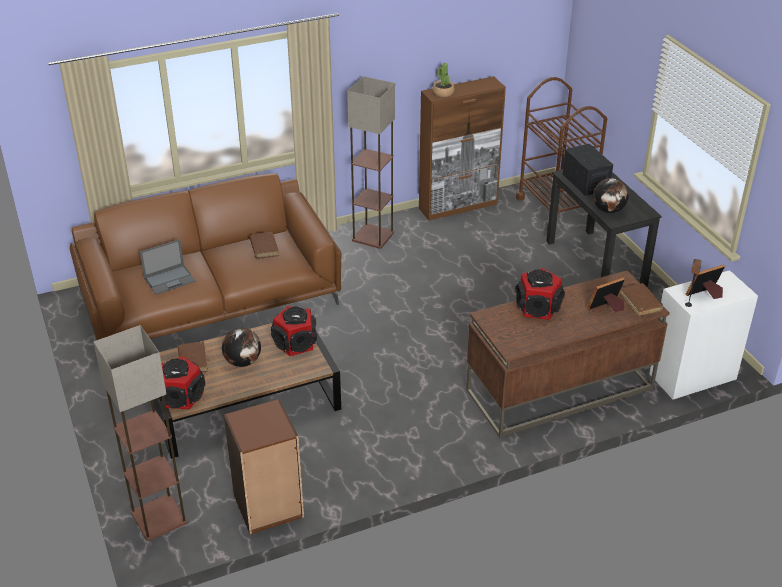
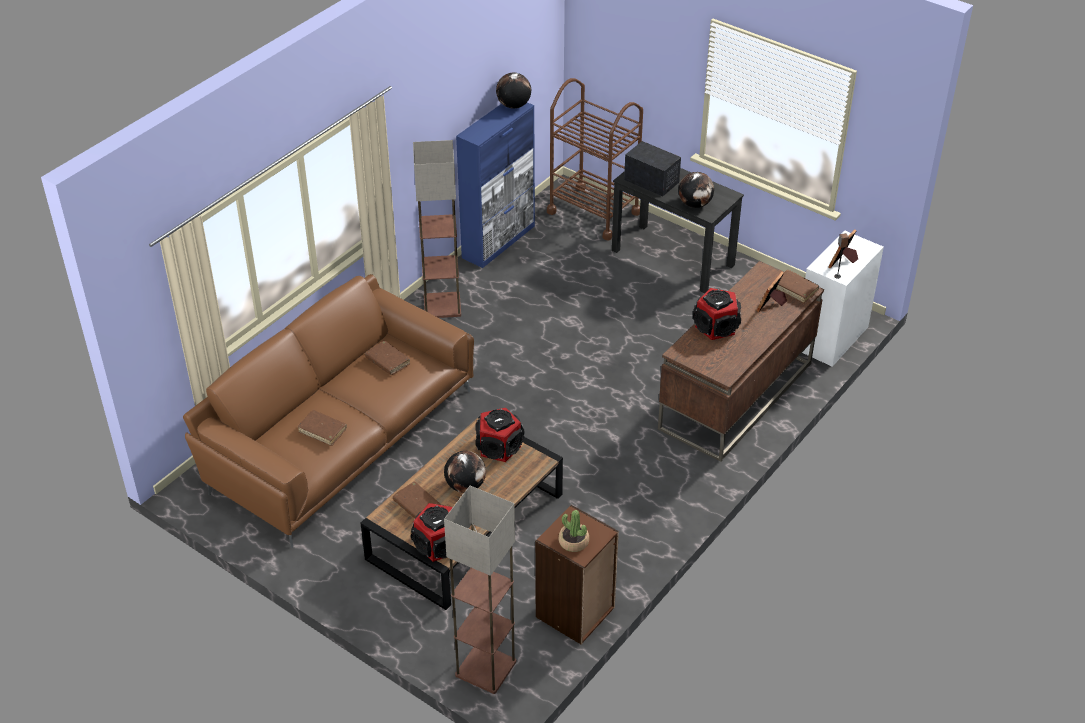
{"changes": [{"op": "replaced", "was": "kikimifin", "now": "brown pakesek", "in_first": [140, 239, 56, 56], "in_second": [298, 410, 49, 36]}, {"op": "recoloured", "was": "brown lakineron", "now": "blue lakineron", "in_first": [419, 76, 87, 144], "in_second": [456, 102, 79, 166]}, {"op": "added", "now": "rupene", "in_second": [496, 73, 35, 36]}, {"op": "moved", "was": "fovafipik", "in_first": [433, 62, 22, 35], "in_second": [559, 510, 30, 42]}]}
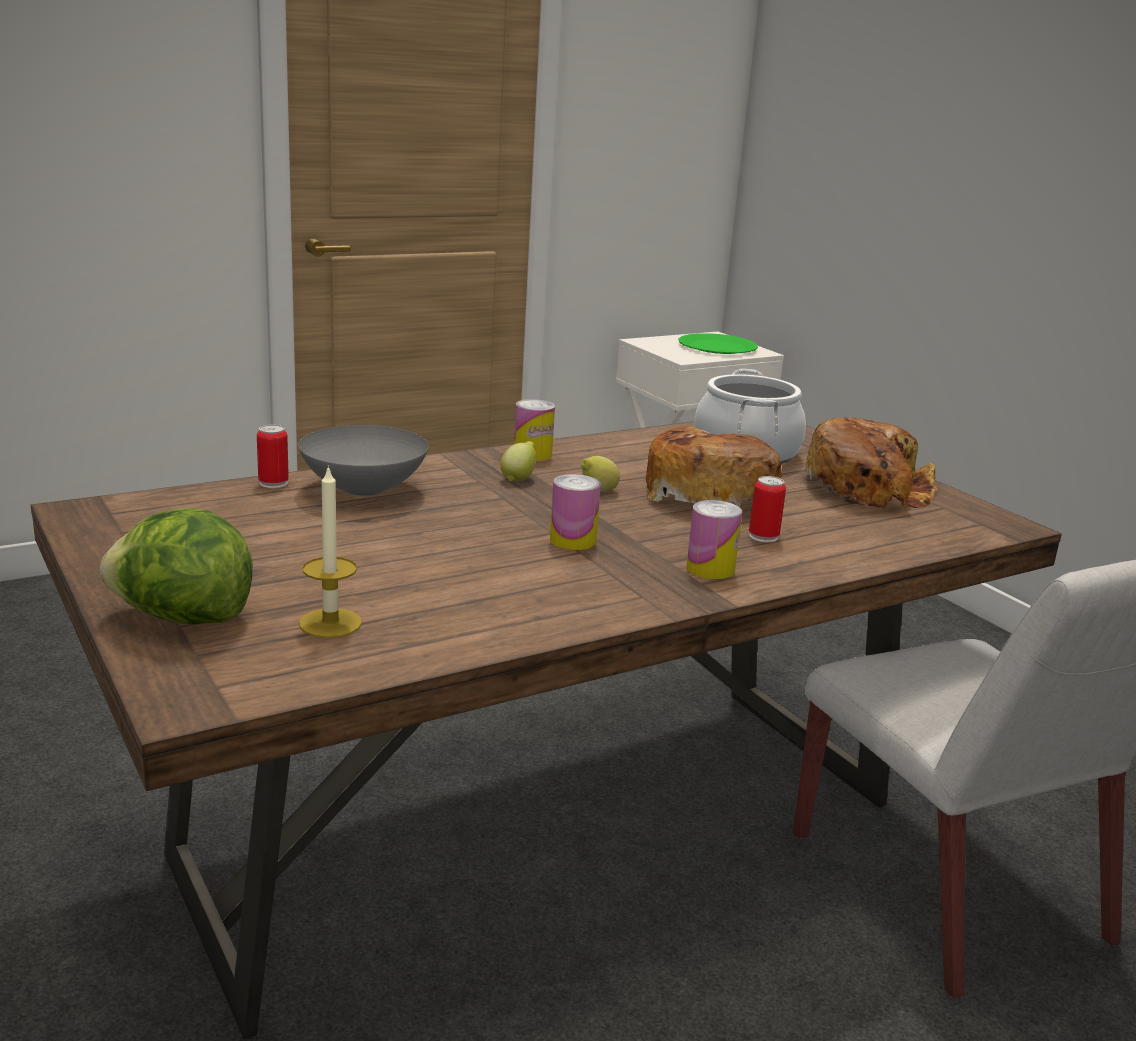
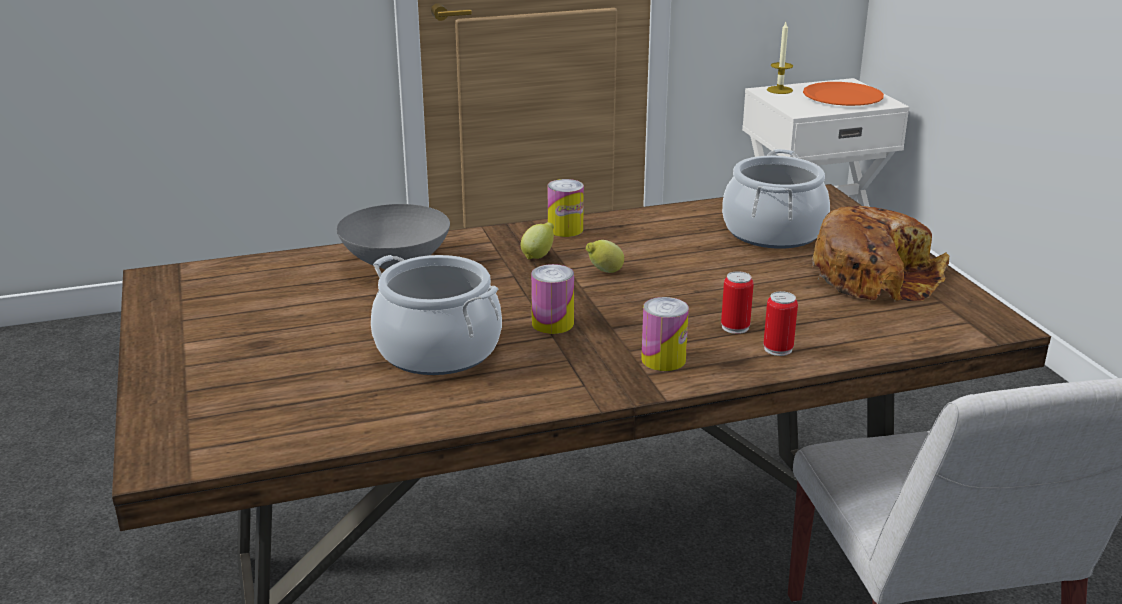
{"changes": [{"op": "added", "now": "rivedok", "in_second": [371, 255, 131, 120]}, {"op": "moved", "was": "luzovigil", "in_first": [257, 425, 32, 63], "in_second": [763, 291, 35, 65]}, {"op": "moved", "was": "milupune", "in_first": [299, 465, 63, 173], "in_second": [767, 22, 26, 72]}, {"op": "recoloured", "was": "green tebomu", "now": "orange tebomu", "in_first": [678, 333, 80, 21], "in_second": [803, 82, 81, 24]}, {"op": "removed", "was": "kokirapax", "in_first": [100, 508, 153, 116]}, {"op": "removed", "was": "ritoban", "in_first": [646, 426, 136, 80]}]}
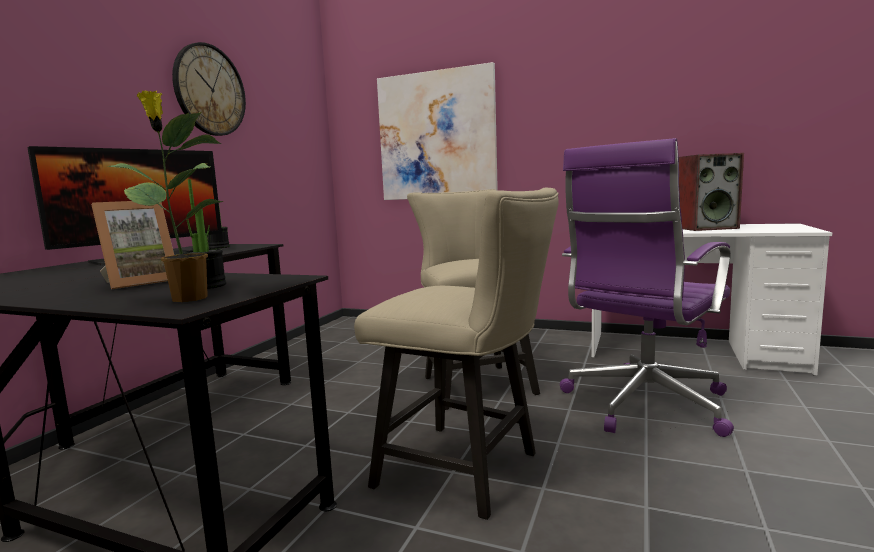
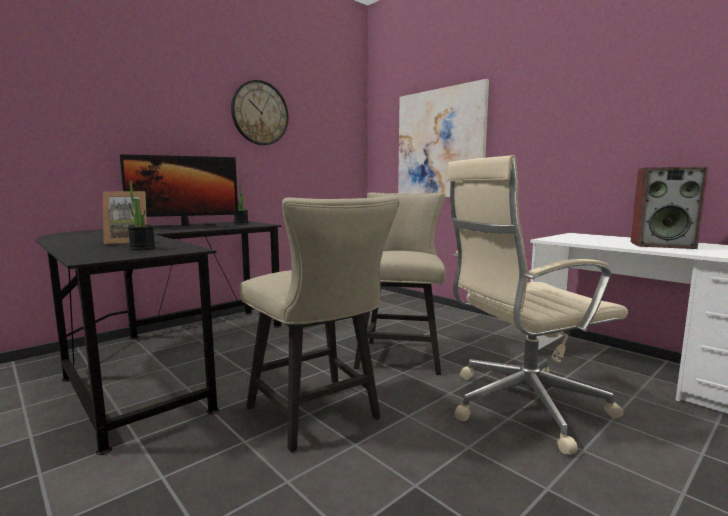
{"changes": [{"op": "recoloured", "was": "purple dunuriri", "now": "beige dunuriri", "in_first": [560, 138, 174, 299], "in_second": [446, 155, 182, 300]}, {"op": "removed", "was": "fovafipik", "in_first": [108, 90, 116, 212]}]}
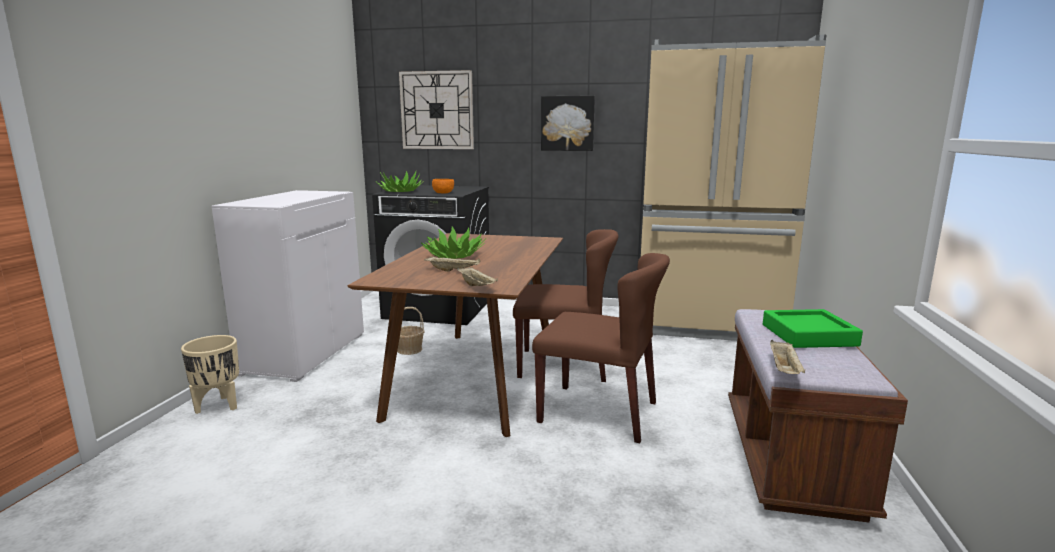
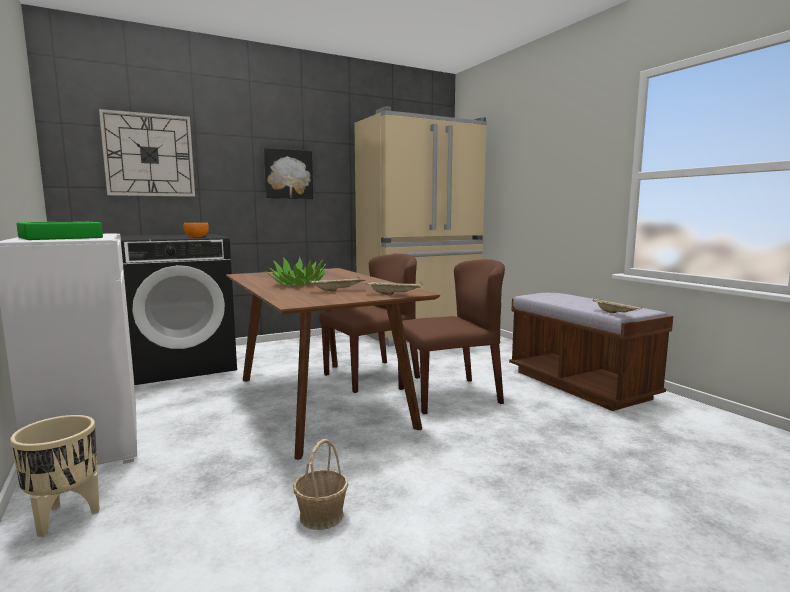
{"changes": [{"op": "moved", "was": "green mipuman", "in_first": [763, 309, 100, 39], "in_second": [16, 221, 87, 19]}, {"op": "moved", "was": "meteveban", "in_first": [397, 307, 28, 48], "in_second": [293, 439, 55, 91]}, {"op": "removed", "was": "fovafipik", "in_first": [375, 171, 49, 21]}]}
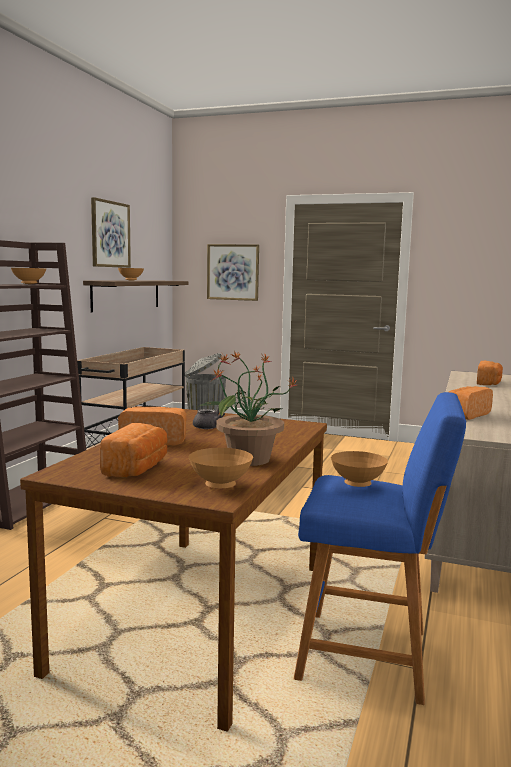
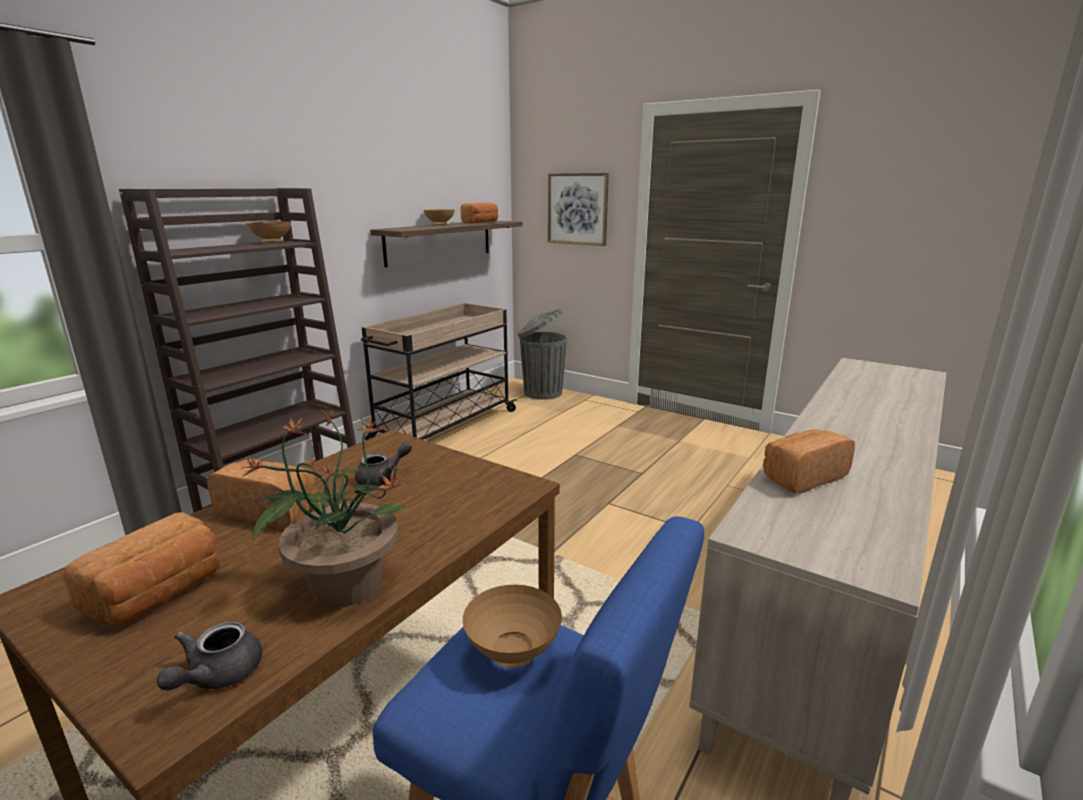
{"changes": [{"op": "replaced", "was": "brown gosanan", "now": "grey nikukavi", "in_first": [189, 448, 64, 40], "in_second": [157, 621, 105, 69]}, {"op": "moved", "was": "ritoban", "in_first": [477, 361, 26, 24], "in_second": [461, 202, 37, 21]}, {"op": "removed", "was": "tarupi", "in_first": [91, 197, 40, 71]}]}
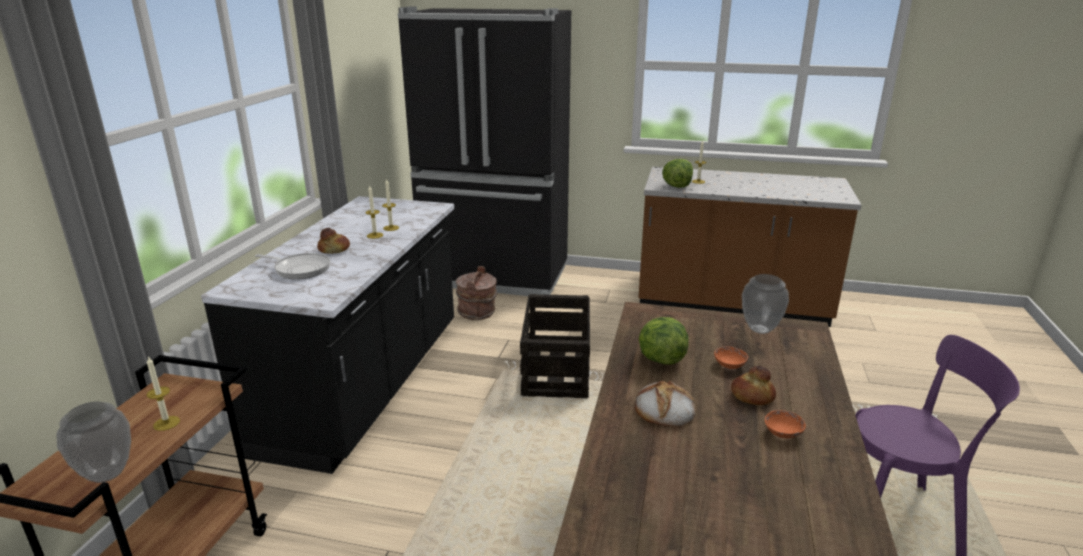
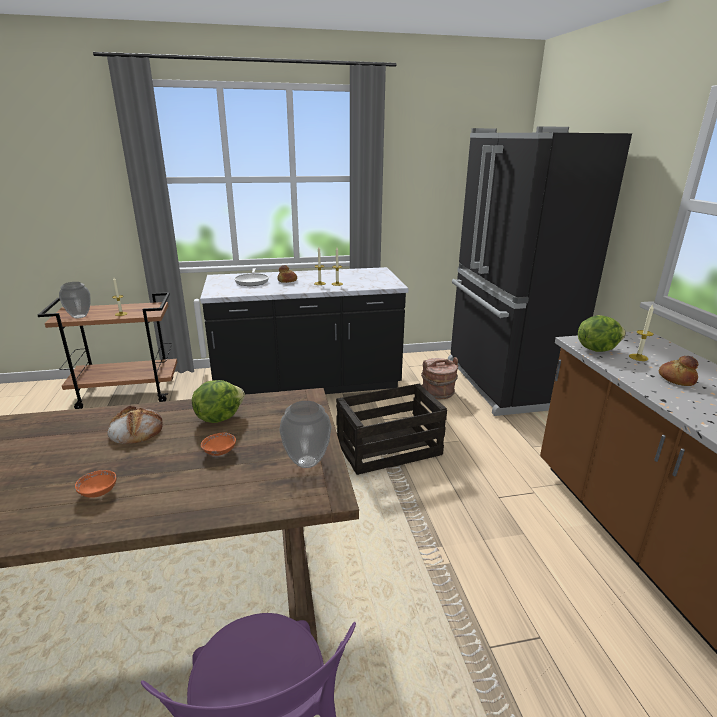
{"changes": [{"op": "moved", "was": "ritoban", "in_first": [731, 366, 45, 39], "in_second": [658, 356, 41, 30]}]}
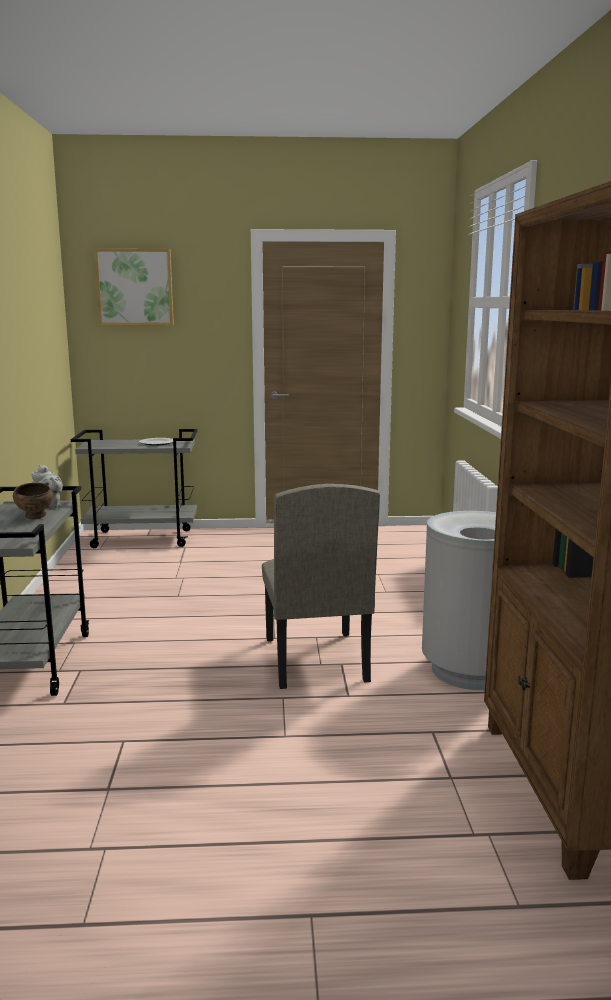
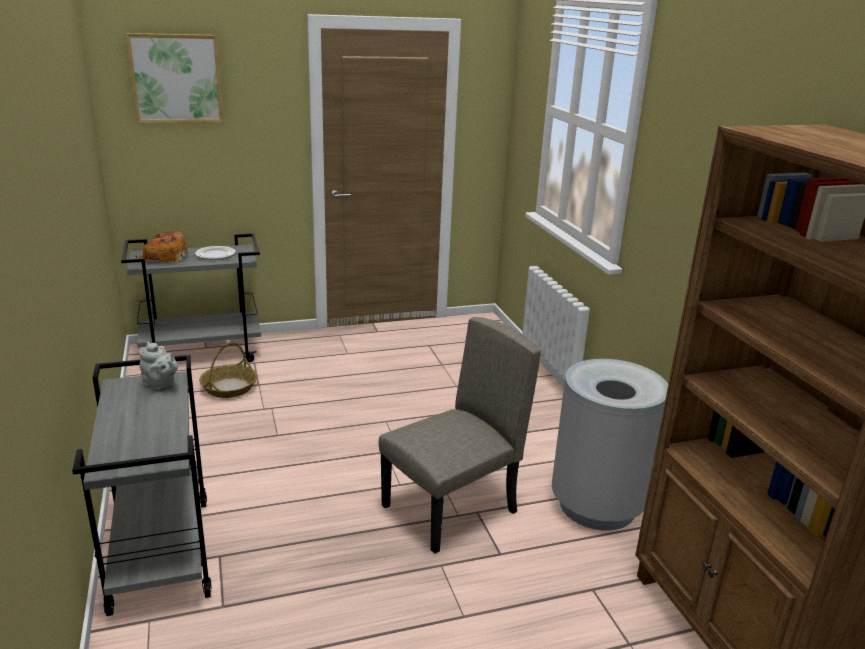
{"changes": [{"op": "added", "now": "ritoban", "in_second": [136, 231, 52, 32]}, {"op": "added", "now": "meteveban", "in_second": [199, 342, 58, 56]}, {"op": "turned", "was": "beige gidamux", "in_first": [262, 484, 118, 205], "in_second": [379, 317, 162, 237], "clockwise": -105}, {"op": "removed", "was": "brown gosanan", "in_first": [13, 483, 40, 36]}]}
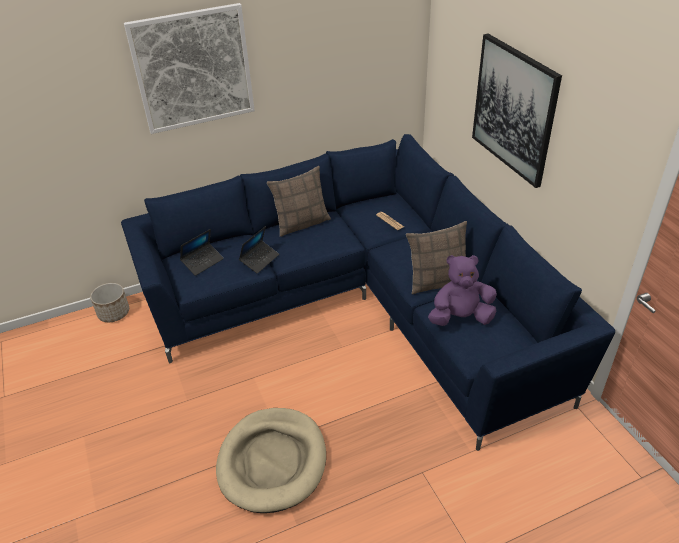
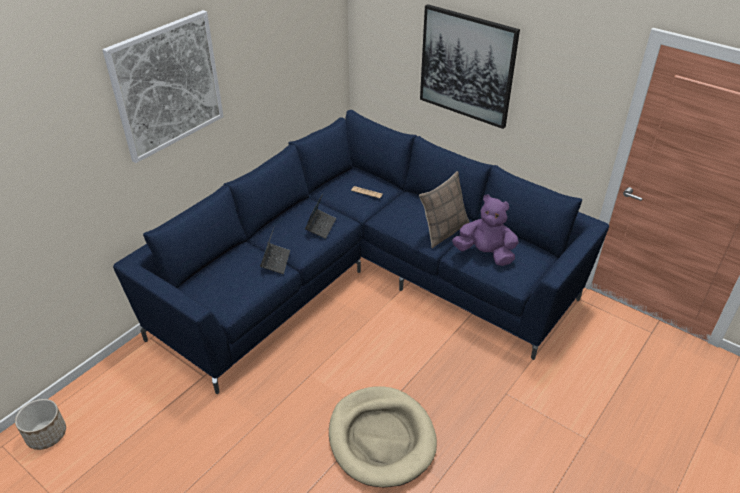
{"changes": [{"op": "moved", "was": "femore", "in_first": [90, 283, 39, 39], "in_second": [15, 399, 51, 51]}, {"op": "moved", "was": "kikimifin", "in_first": [180, 229, 44, 47], "in_second": [305, 194, 31, 45]}, {"op": "turned", "was": "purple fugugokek", "in_first": [428, 255, 69, 71], "in_second": [452, 195, 67, 71], "clockwise": 60}, {"op": "removed", "was": "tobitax", "in_first": [267, 166, 64, 71]}]}
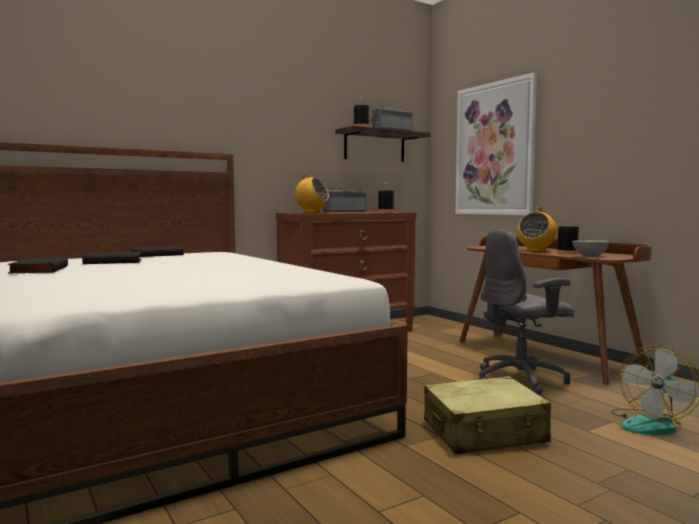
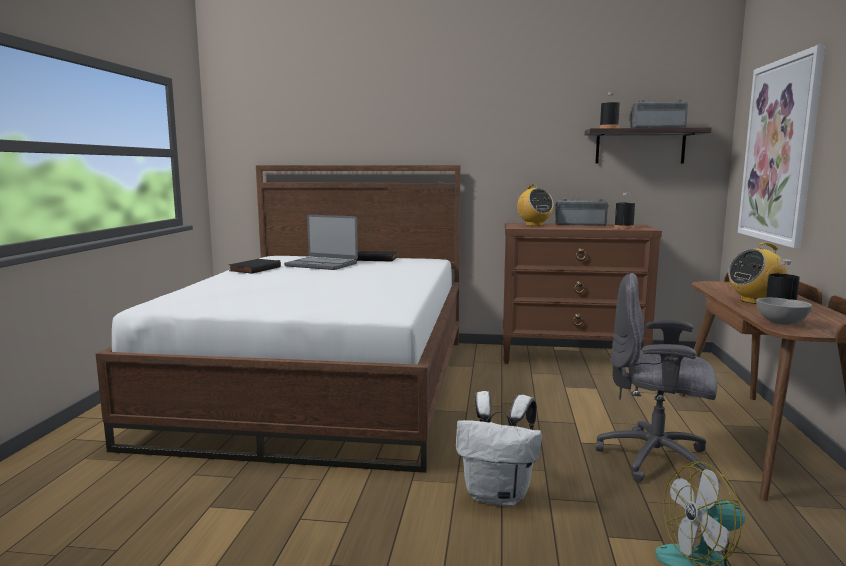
{"changes": [{"op": "replaced", "was": "black pakesek", "now": "kikimifin", "in_first": [82, 252, 59, 12], "in_second": [284, 215, 74, 55]}, {"op": "replaced", "was": "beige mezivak", "now": "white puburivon", "in_first": [424, 376, 127, 79], "in_second": [456, 391, 86, 115]}]}
